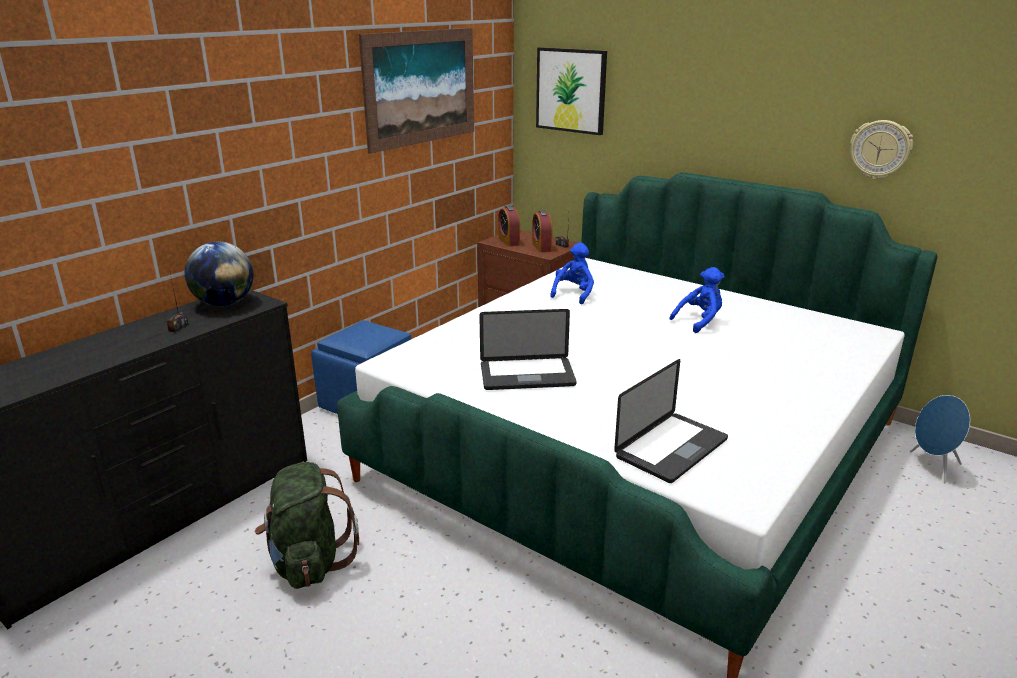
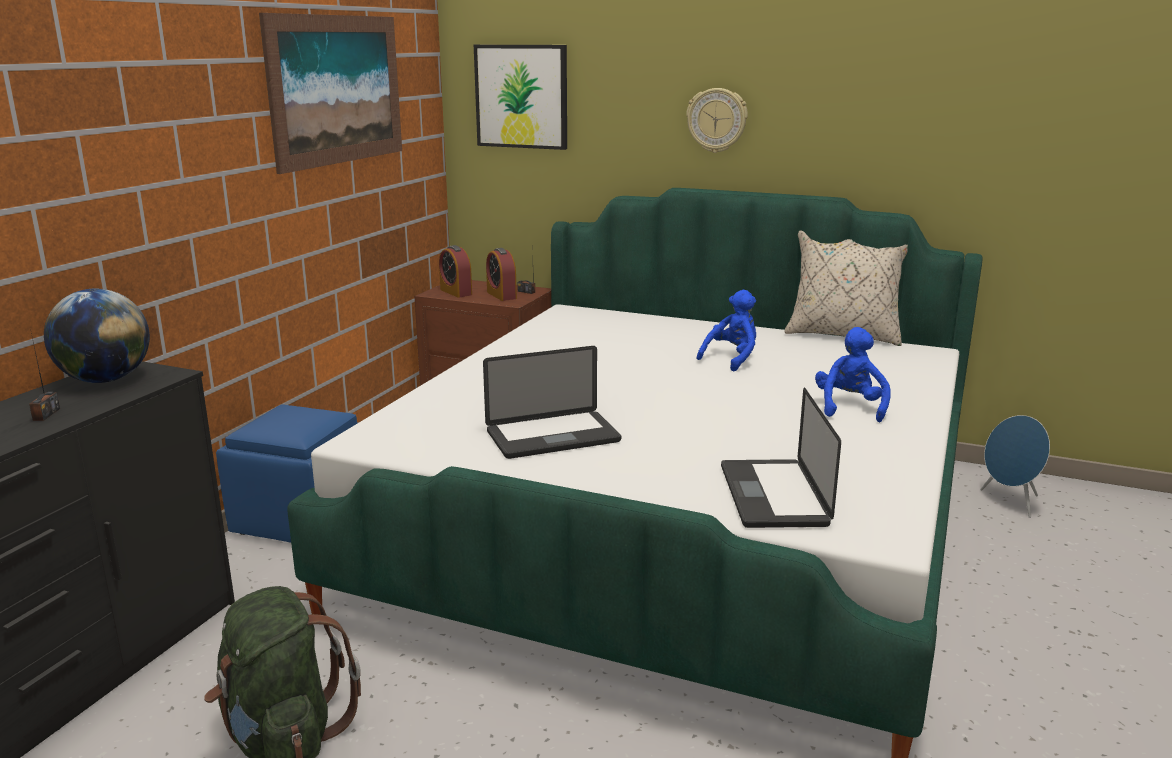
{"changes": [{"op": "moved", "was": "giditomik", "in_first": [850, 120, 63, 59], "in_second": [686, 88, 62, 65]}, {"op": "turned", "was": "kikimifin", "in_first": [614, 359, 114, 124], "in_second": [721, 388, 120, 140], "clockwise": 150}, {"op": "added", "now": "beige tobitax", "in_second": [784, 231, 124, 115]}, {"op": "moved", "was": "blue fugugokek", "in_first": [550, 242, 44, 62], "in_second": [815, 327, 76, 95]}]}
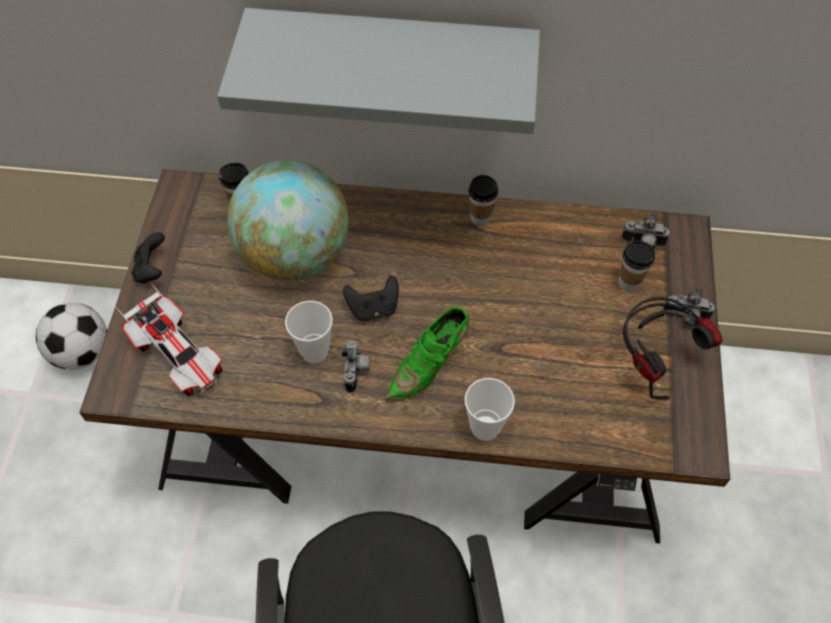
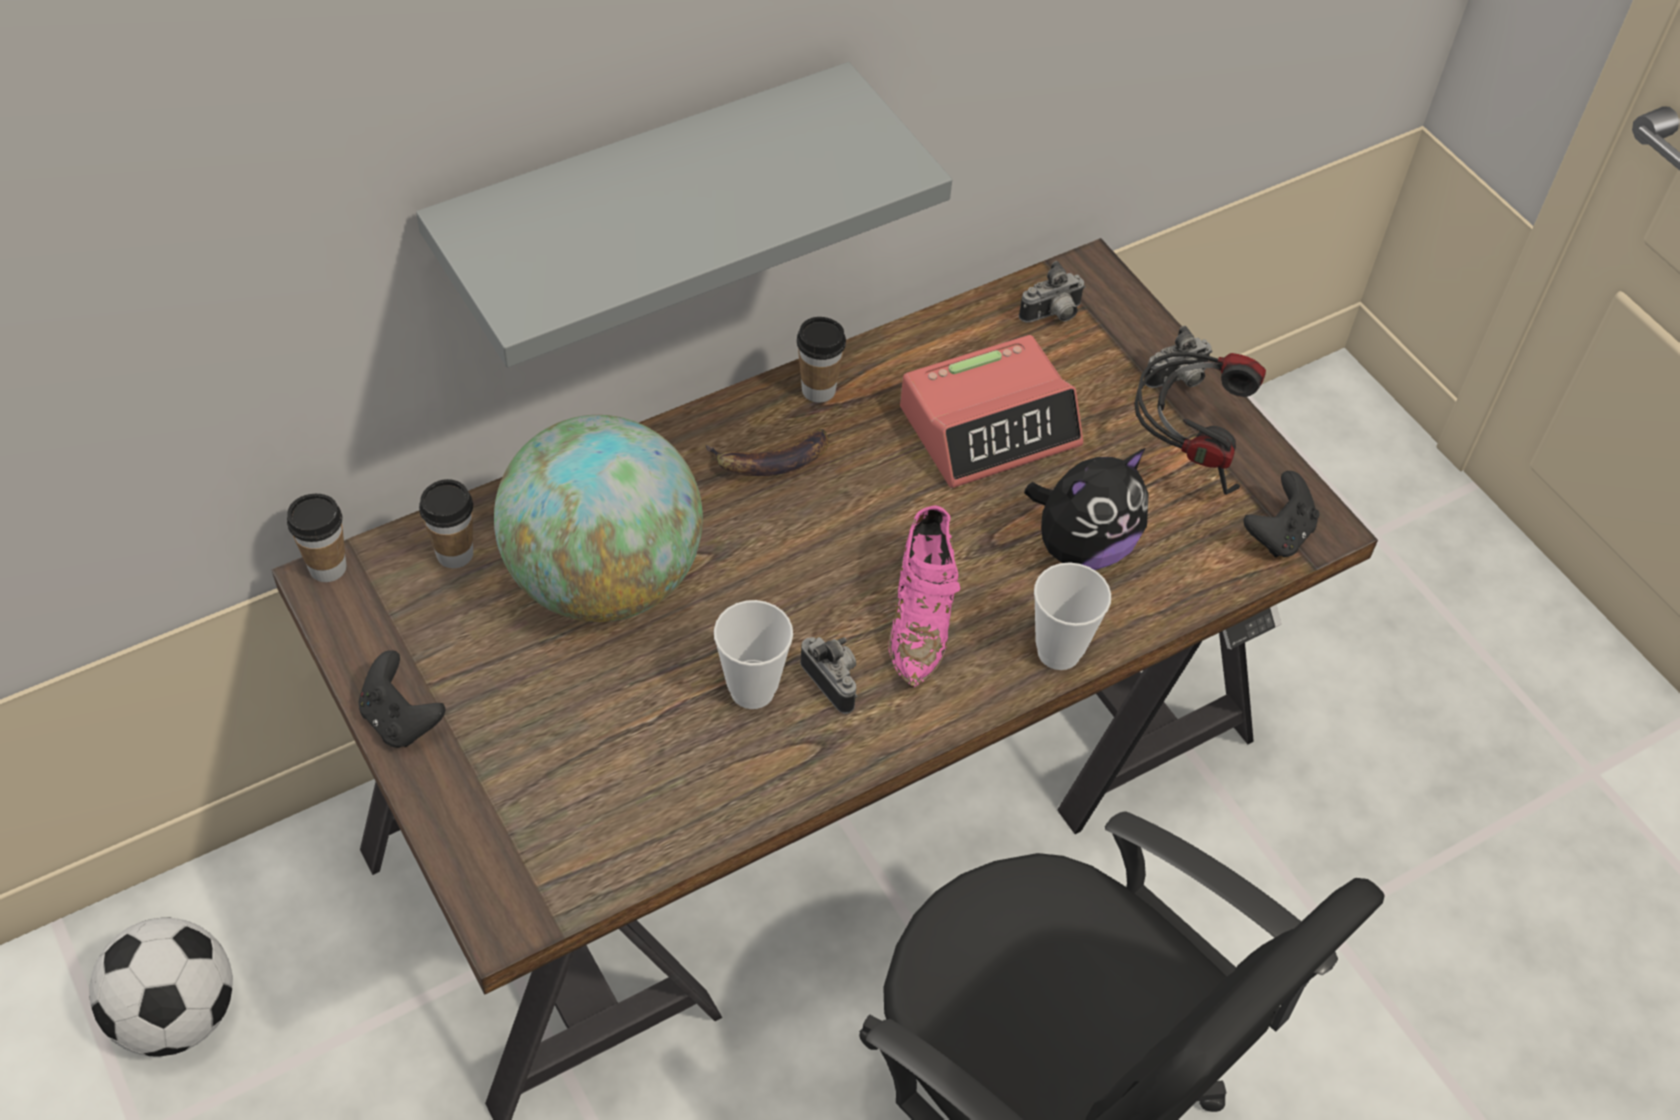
{"changes": [{"op": "moved", "was": "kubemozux", "in_first": [619, 241, 36, 51], "in_second": [287, 494, 59, 88]}, {"op": "added", "now": "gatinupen", "in_second": [706, 429, 123, 47]}, {"op": "recoloured", "was": "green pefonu", "now": "pink pefonu", "in_first": [386, 307, 83, 93], "in_second": [889, 505, 71, 183]}, {"op": "added", "now": "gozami", "in_second": [900, 335, 183, 153]}, {"op": "added", "now": "fugugokek", "in_second": [1024, 448, 125, 122]}, {"op": "moved", "was": "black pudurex", "in_first": [343, 275, 56, 46], "in_second": [1243, 471, 76, 87]}, {"op": "removed", "was": "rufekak", "in_first": [116, 283, 106, 113]}]}
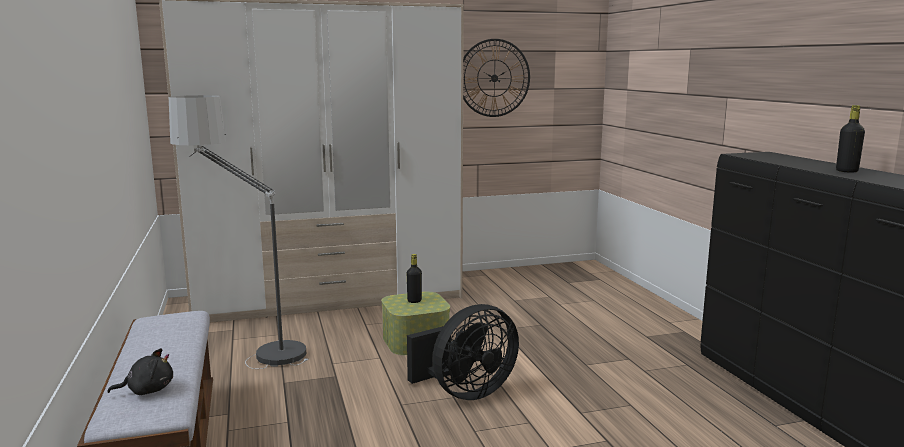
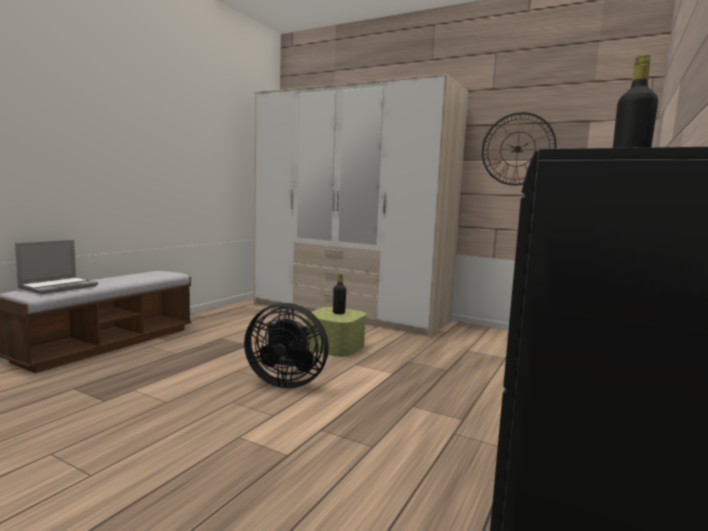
{"changes": [{"op": "replaced", "was": "black fugugokek", "now": "kikimifin", "in_first": [108, 348, 65, 47], "in_second": [15, 240, 83, 54]}, {"op": "removed", "was": "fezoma", "in_first": [169, 95, 140, 274]}]}
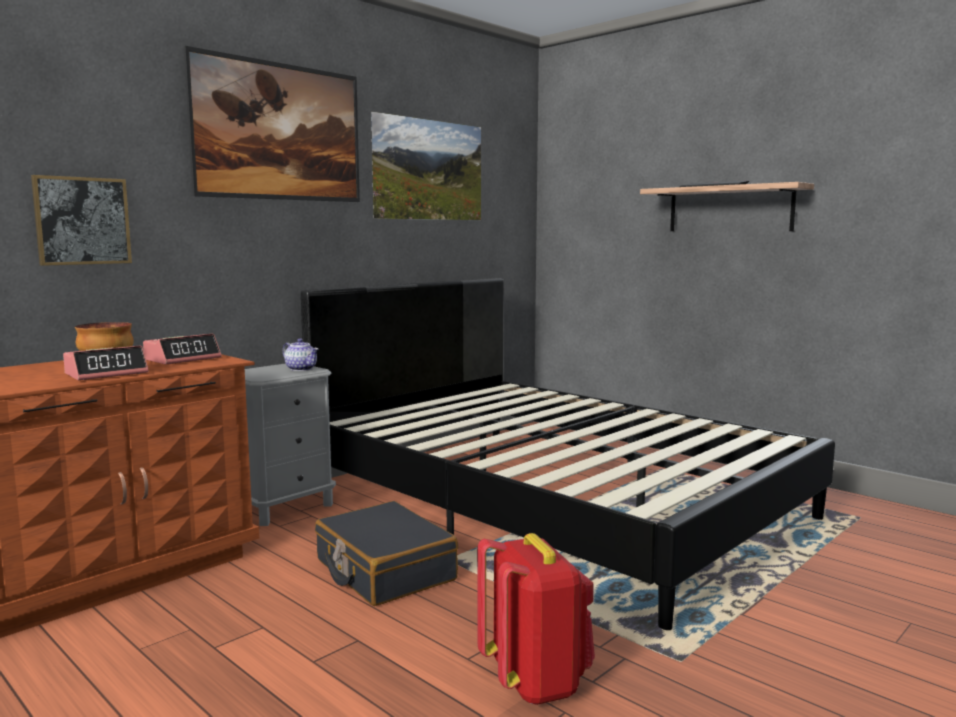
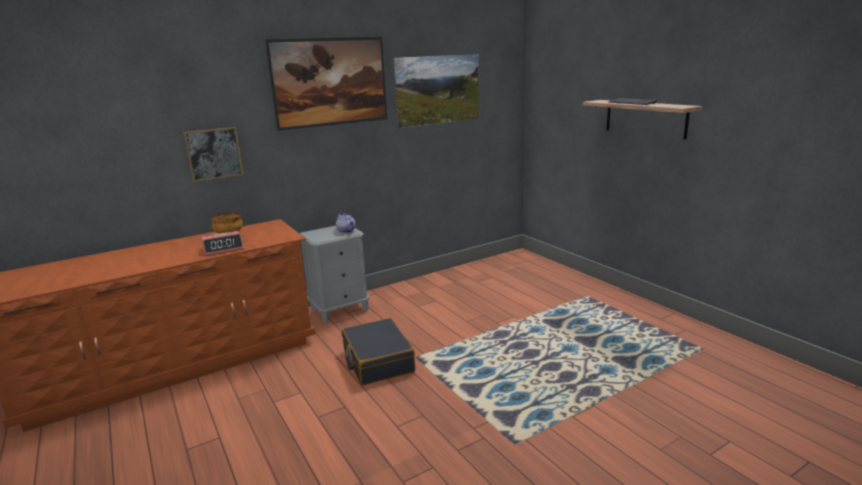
{"changes": [{"op": "removed", "was": "gozami", "in_first": [143, 334, 78, 31]}, {"op": "removed", "was": "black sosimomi", "in_first": [300, 278, 535, 352]}, {"op": "removed", "was": "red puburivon", "in_first": [477, 533, 118, 172]}]}
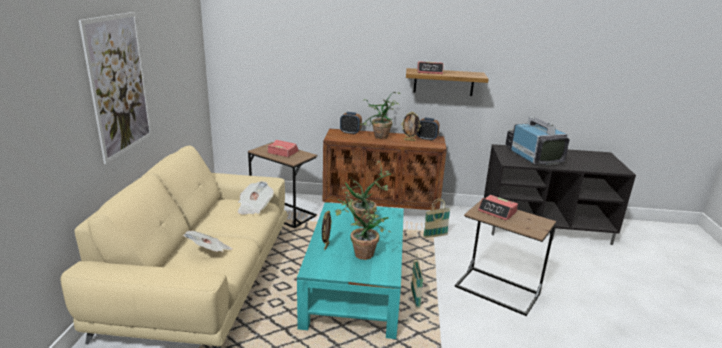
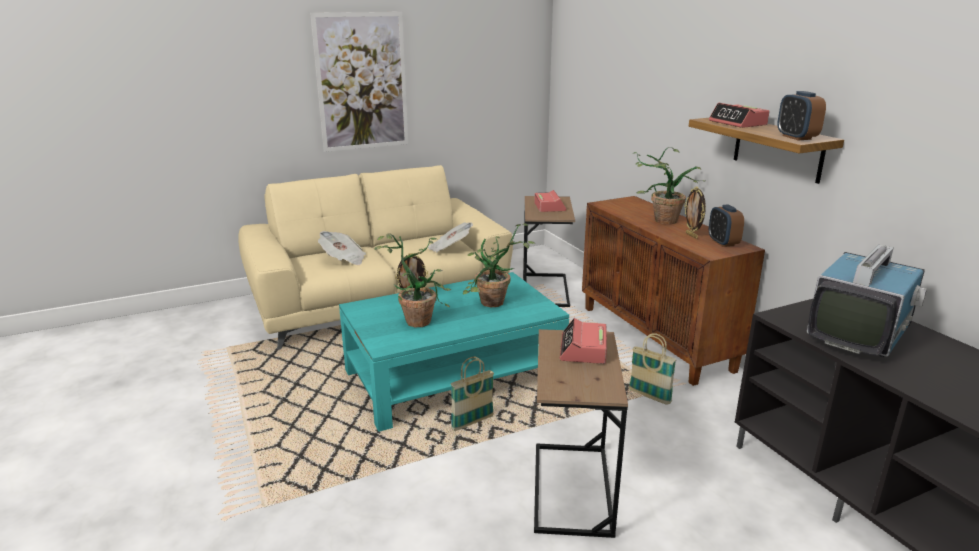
{"changes": [{"op": "moved", "was": "gozami", "in_first": [340, 112, 22, 23], "in_second": [777, 91, 49, 49]}]}
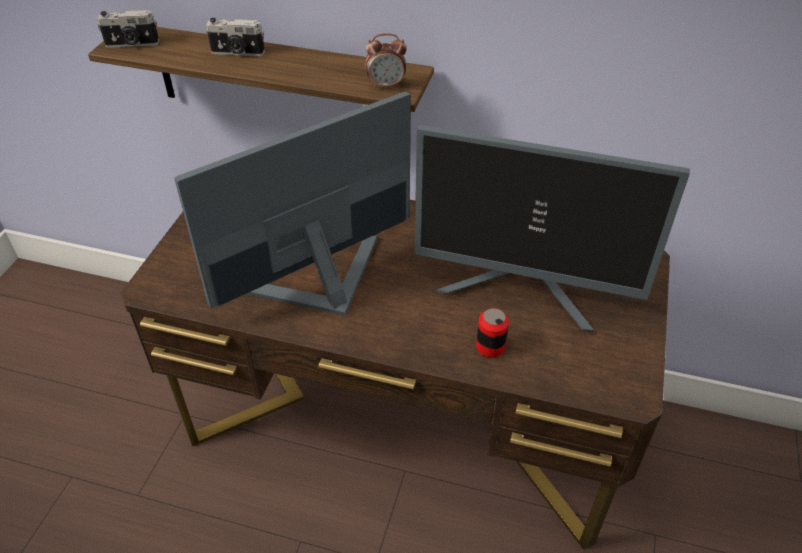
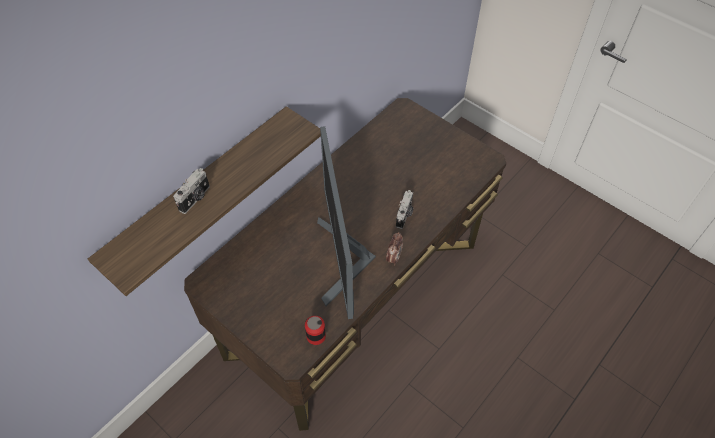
{"changes": [{"op": "moved", "was": "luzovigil", "in_first": [476, 308, 33, 50], "in_second": [305, 316, 21, 29]}, {"op": "moved", "was": "gozami", "in_first": [365, 33, 42, 56], "in_second": [386, 232, 17, 33]}, {"op": "moved", "was": "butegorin", "in_first": [97, 10, 62, 38], "in_second": [396, 190, 18, 39]}, {"op": "removed", "was": "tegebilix", "in_first": [415, 125, 275, 208]}]}
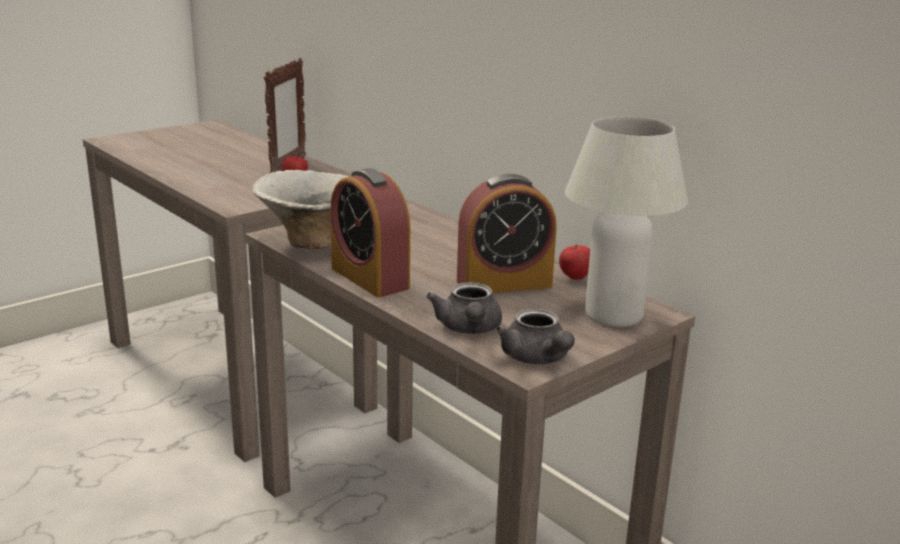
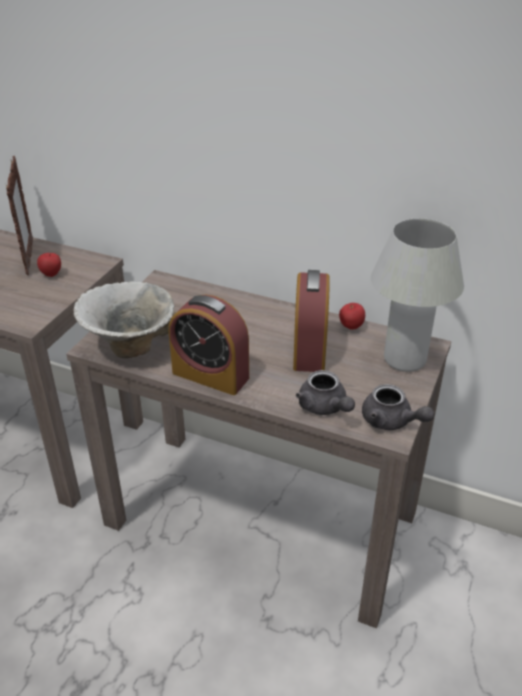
{"changes": [{"op": "turned", "was": "gozami", "in_first": [457, 174, 100, 119], "in_second": [293, 270, 37, 102], "clockwise": -45}]}
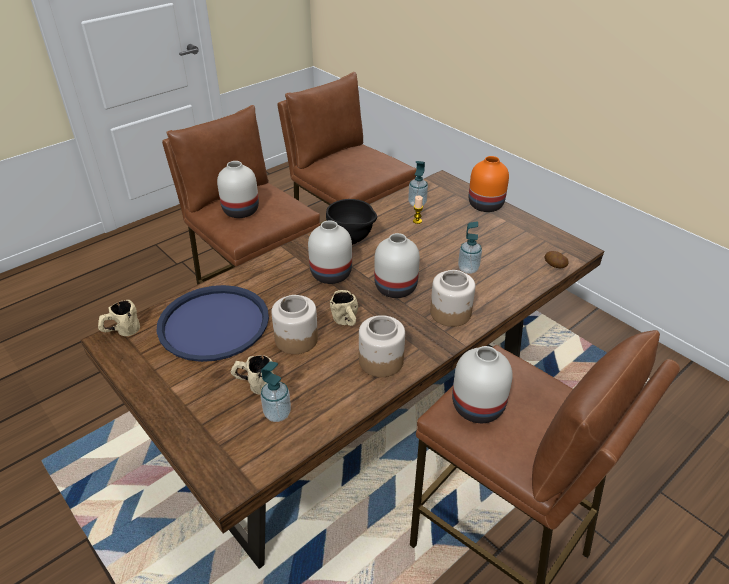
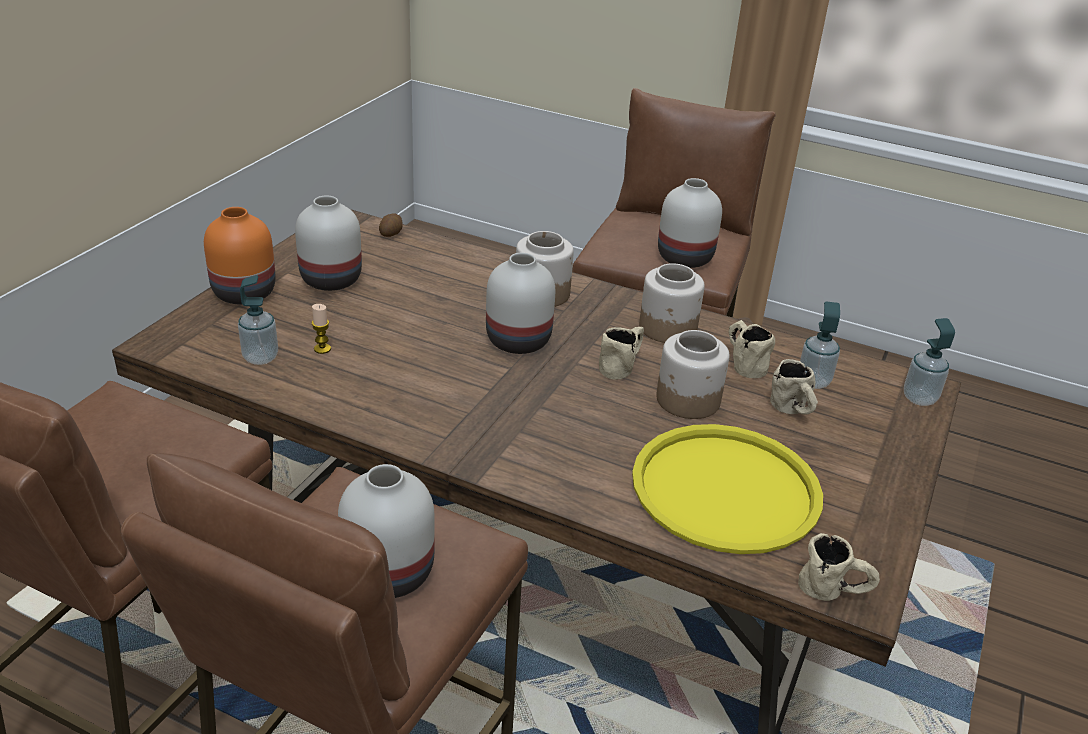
{"changes": [{"op": "moved", "was": "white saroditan", "in_first": [308, 220, 44, 64], "in_second": [295, 196, 67, 95]}, {"op": "recoloured", "was": "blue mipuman", "now": "yellow mipuman", "in_first": [156, 285, 113, 77], "in_second": [632, 424, 191, 130]}, {"op": "added", "now": "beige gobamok", "in_second": [729, 320, 46, 58]}, {"op": "moved", "was": "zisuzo", "in_first": [458, 222, 24, 52], "in_second": [904, 318, 51, 88]}, {"op": "removed", "was": "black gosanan", "in_first": [326, 199, 51, 46]}]}
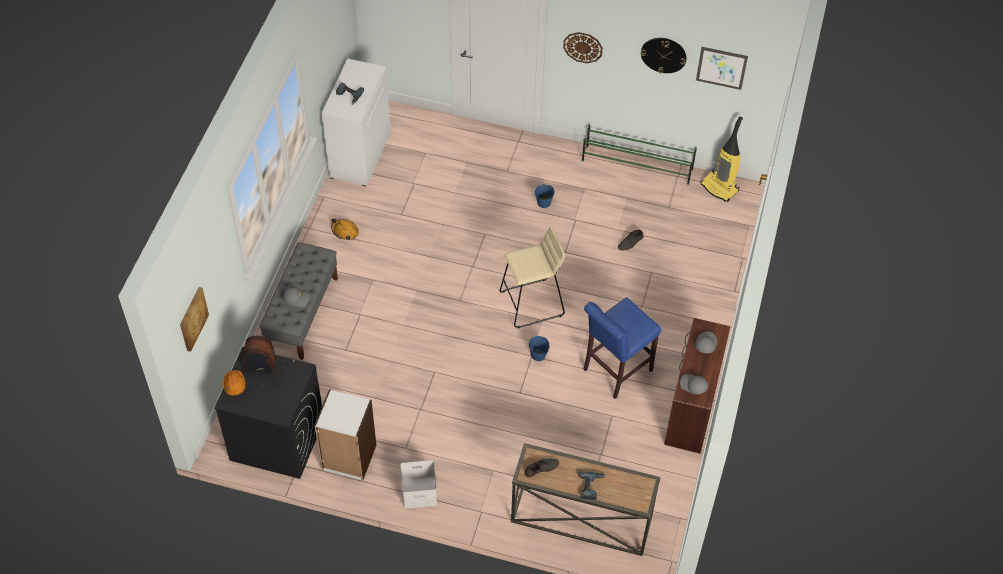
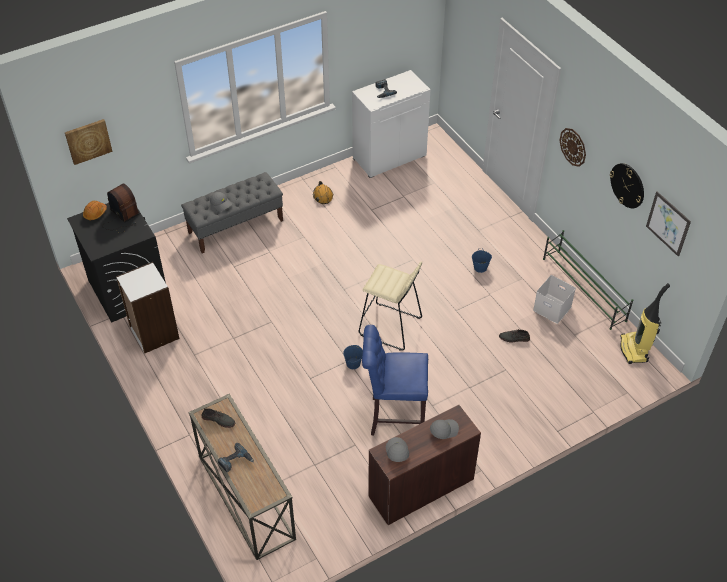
{"changes": [{"op": "moved", "was": "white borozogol", "in_first": [400, 460, 37, 49], "in_second": [533, 275, 43, 49]}]}
